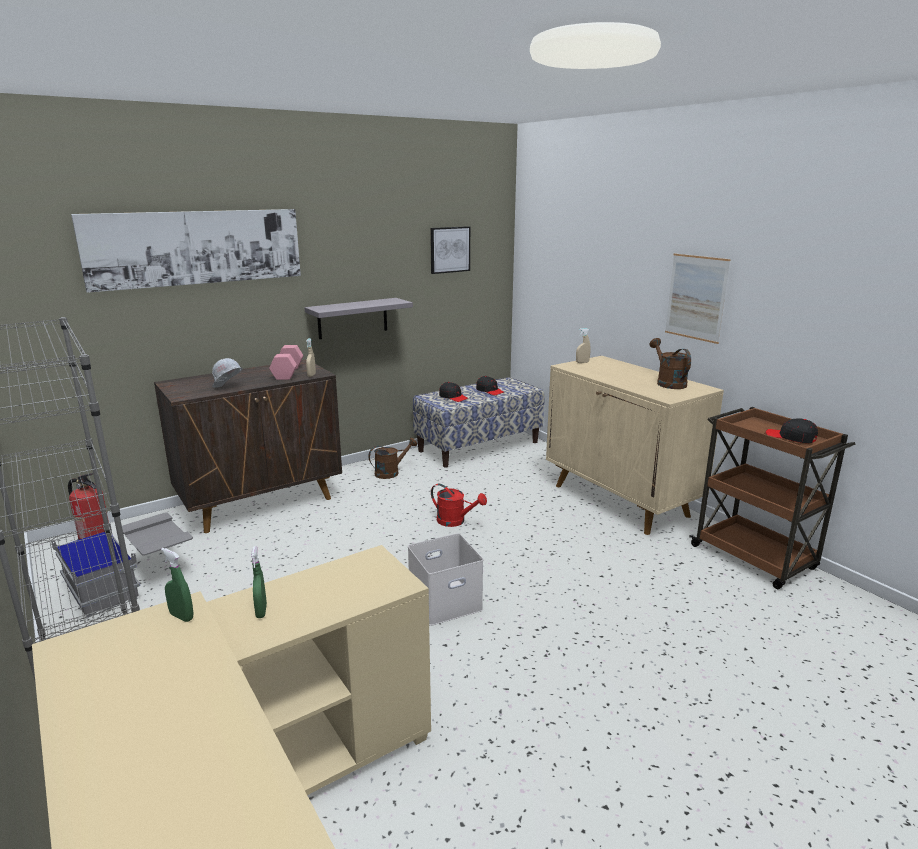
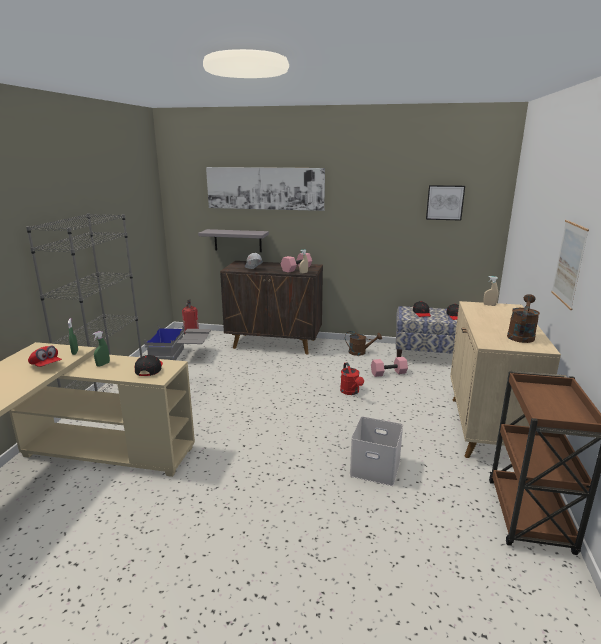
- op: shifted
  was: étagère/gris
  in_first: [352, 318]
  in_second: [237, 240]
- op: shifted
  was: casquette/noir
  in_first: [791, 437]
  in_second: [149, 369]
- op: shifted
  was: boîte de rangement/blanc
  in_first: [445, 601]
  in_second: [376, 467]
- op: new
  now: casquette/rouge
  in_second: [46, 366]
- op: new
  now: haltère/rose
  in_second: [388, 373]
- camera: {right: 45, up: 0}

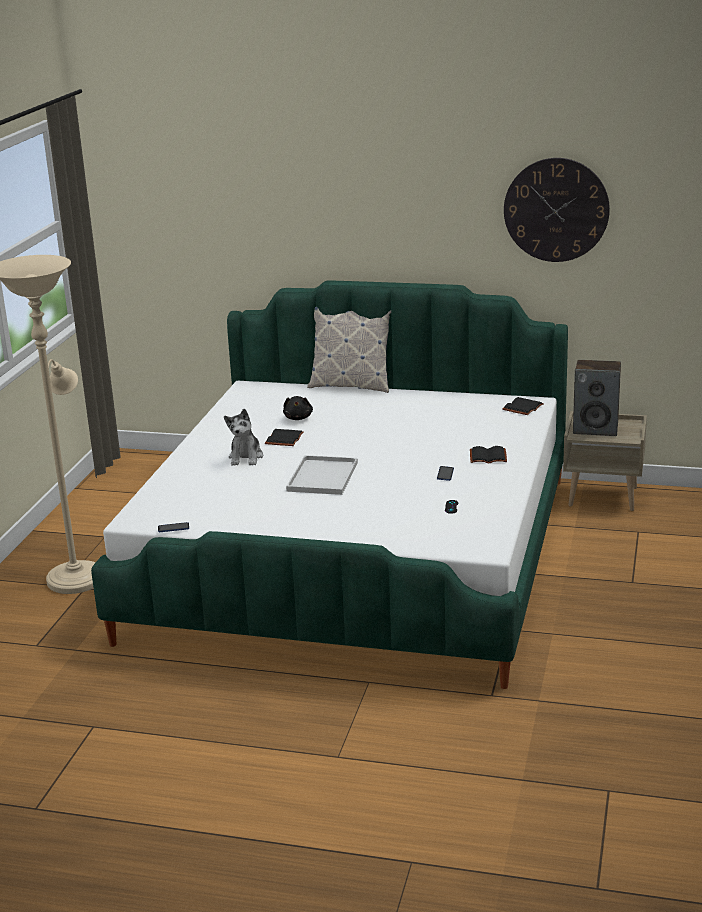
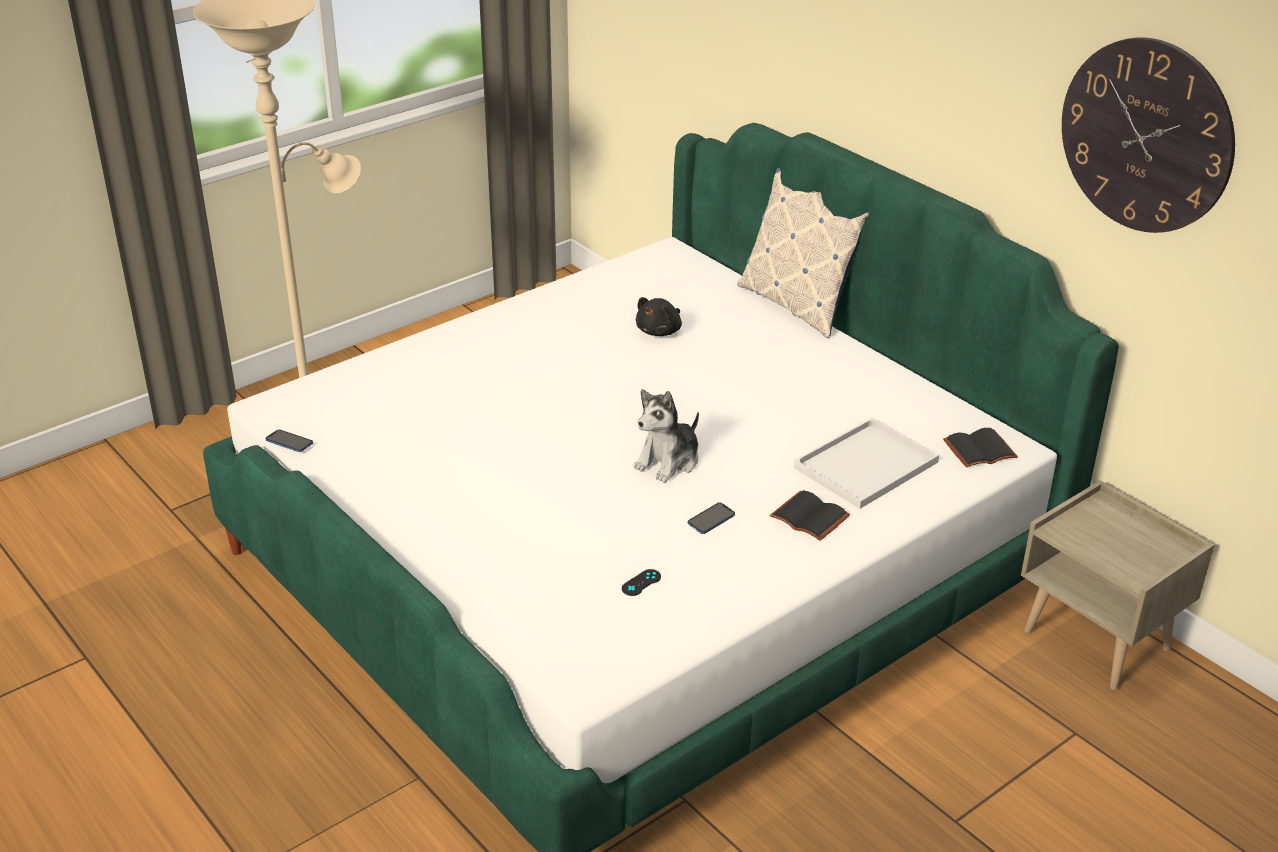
- op: gone
  was: enceinte
  in_first: [596, 428]
- op: shifted
  was: peluche
  in_first: [246, 457]
  in_second: [668, 461]
- op: gone
  was: livre/noir
  in_first: [283, 438]
- op: shifted
  was: plateau/blanc
  in_first: [323, 477]
  in_second: [865, 466]
- camera: {right: 35, up: 10}

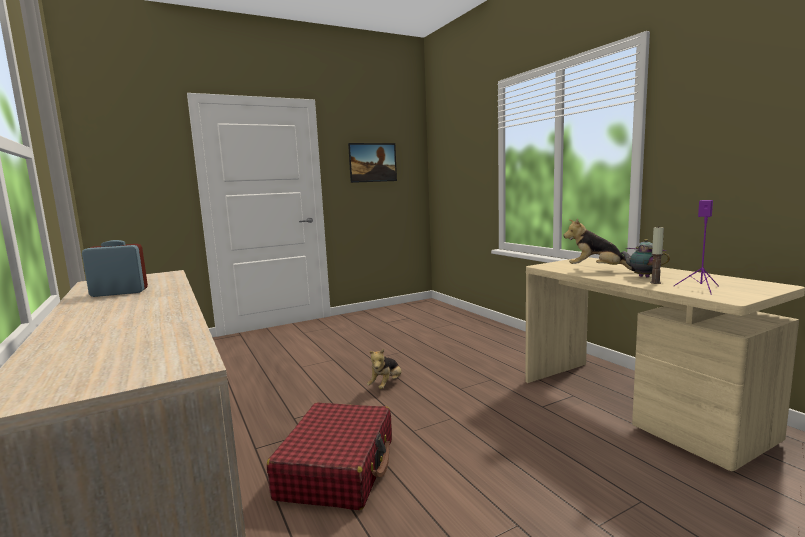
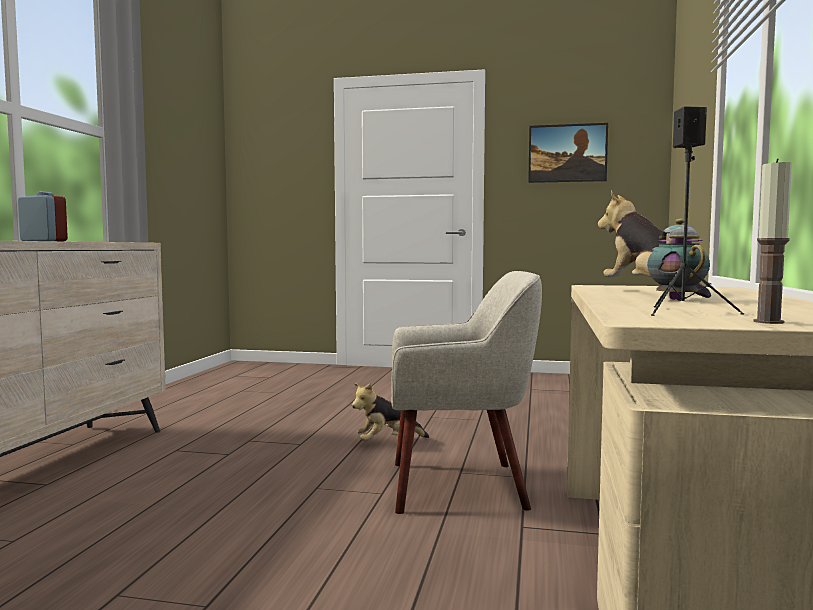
- op: repainted
  was: enceinte/violet
  now: enceinte/noir
  in_first: [701, 288]
  in_second: [683, 312]
- op: shifted
  was: bougie
  in_first: [655, 282]
  in_second: [768, 322]
- op: gone
  was: valise/rouge
  in_first: [338, 468]
- op: new
  now: fauteuil/beige
  in_second: [459, 486]
- camera: {right: 40, up: -5}

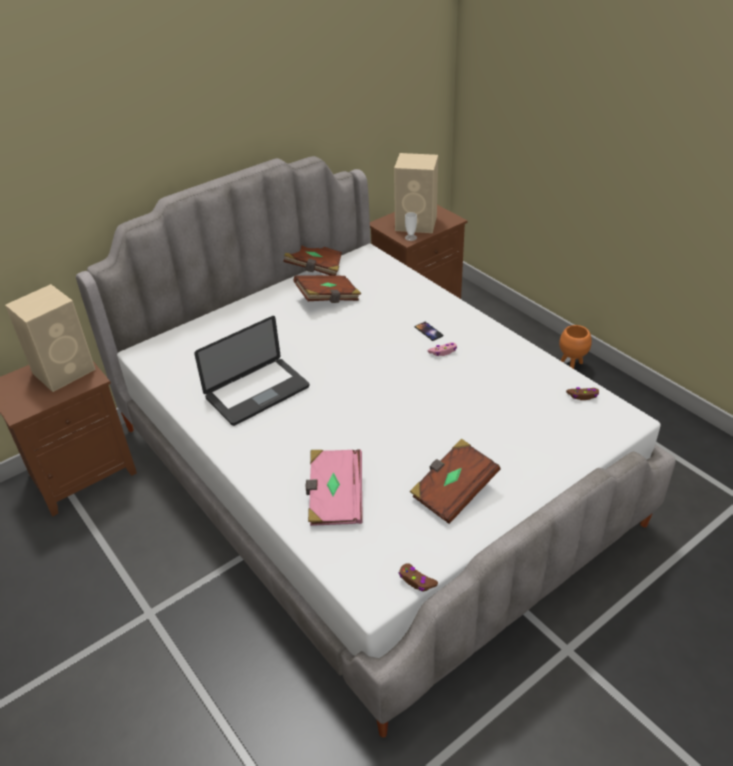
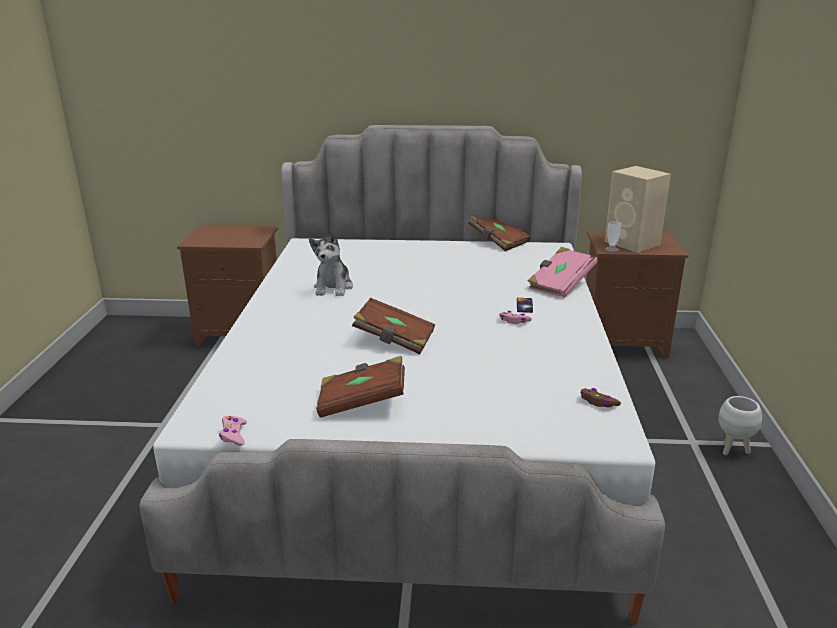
- op: shifted
  was: livre/marron
  in_first: [328, 299]
  in_second: [394, 340]
- op: gone
  was: enceinte/beige
  in_first: [65, 370]
- op: swapped
  was: ordinateur portable
  now: peluche
  in_first: [257, 392]
  in_second: [333, 287]
- op: repainted
  was: cache-pot/orange
  now: cache-pot/blanc
  in_first: [571, 365]
  in_second: [732, 449]
- op: shifted
  was: livre/rose
  in_first: [335, 498]
  in_second: [560, 284]
- op: repainted
  was: manette/marron
  now: manette/rose
  in_first: [416, 581]
  in_second: [233, 435]
- camera: {right: 40, up: -15}

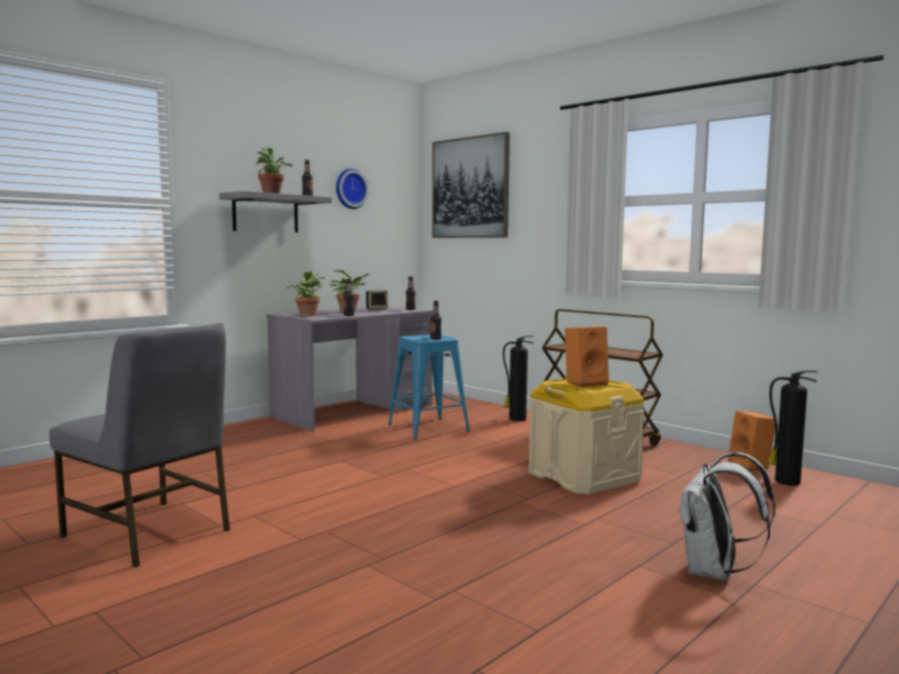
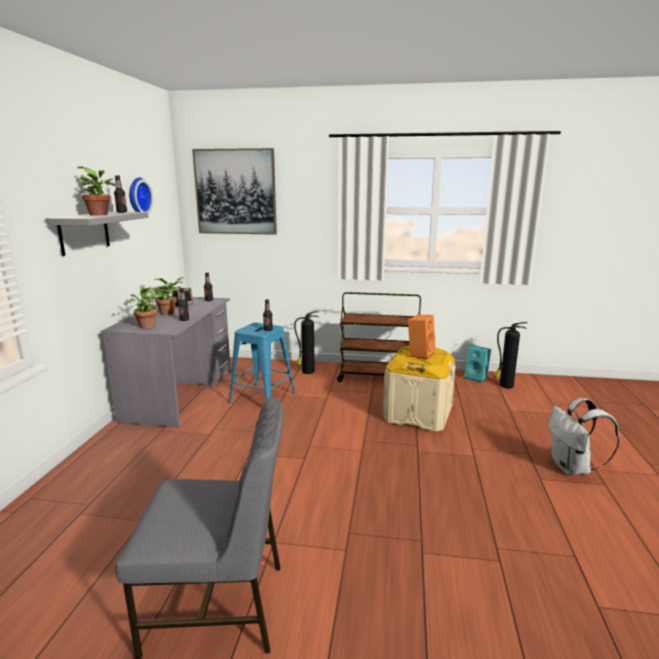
- op: repainted
  was: enceinte/orange
  now: enceinte/turquoise
  in_first: [751, 466]
  in_second: [476, 378]
- camera: {right: -35, up: 10}

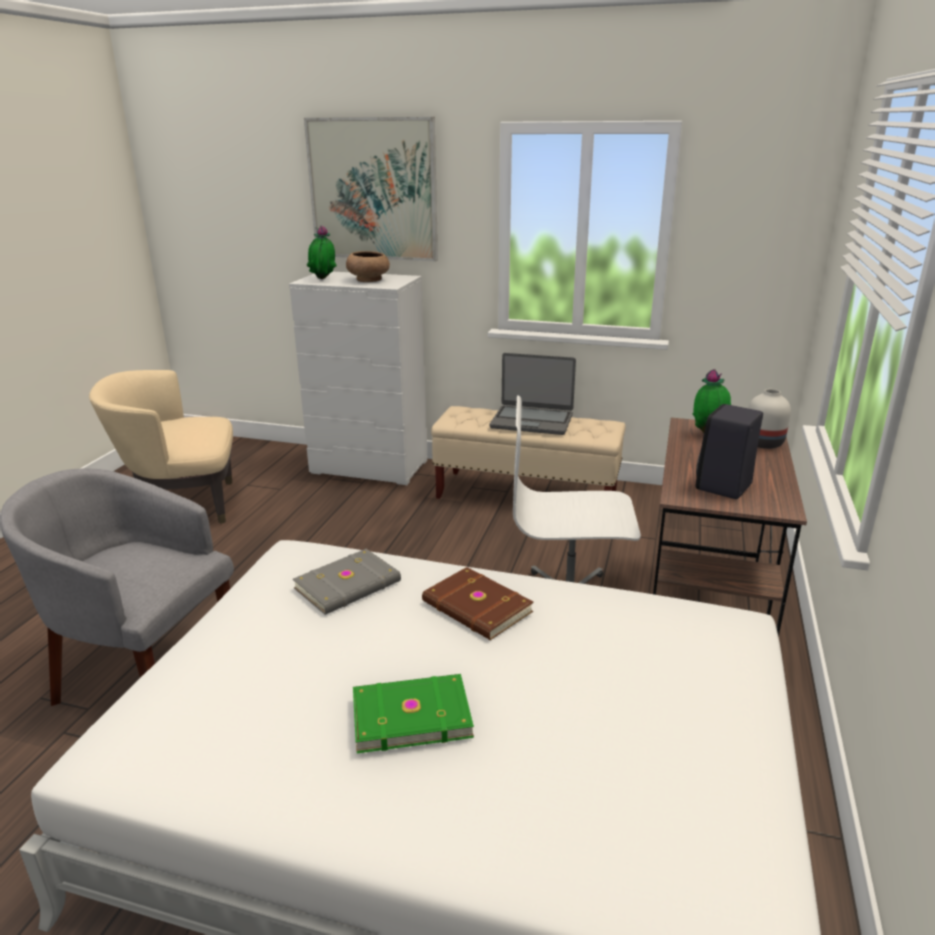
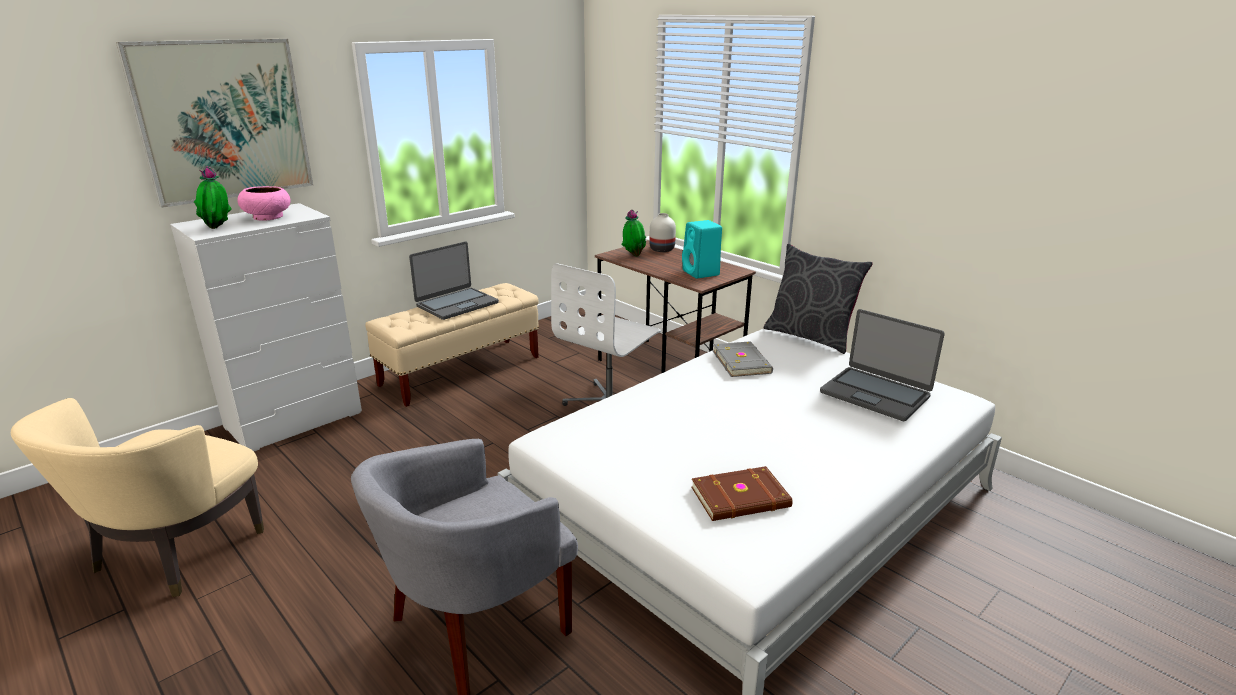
- op: repainted
  was: bol/marron
  now: bol/rose
  in_first: [369, 280]
  in_second: [268, 217]
- op: repainted
  was: enceinte/noir
  now: enceinte/turquoise
  in_first: [723, 487]
  in_second: [701, 273]
- op: shifted
  was: livre/gris
  in_first: [349, 585]
  in_second: [742, 361]
- op: shifted
  was: livre/marron
  in_first: [476, 608]
  in_second: [741, 498]
- op: gone
  was: livre/vert
  in_first: [410, 715]
- op: new
  now: coussin/gris
  in_second: [810, 336]
- op: new
  now: ordinateur portable
  in_second: [875, 394]
- camera: {right: -60, up: 0}

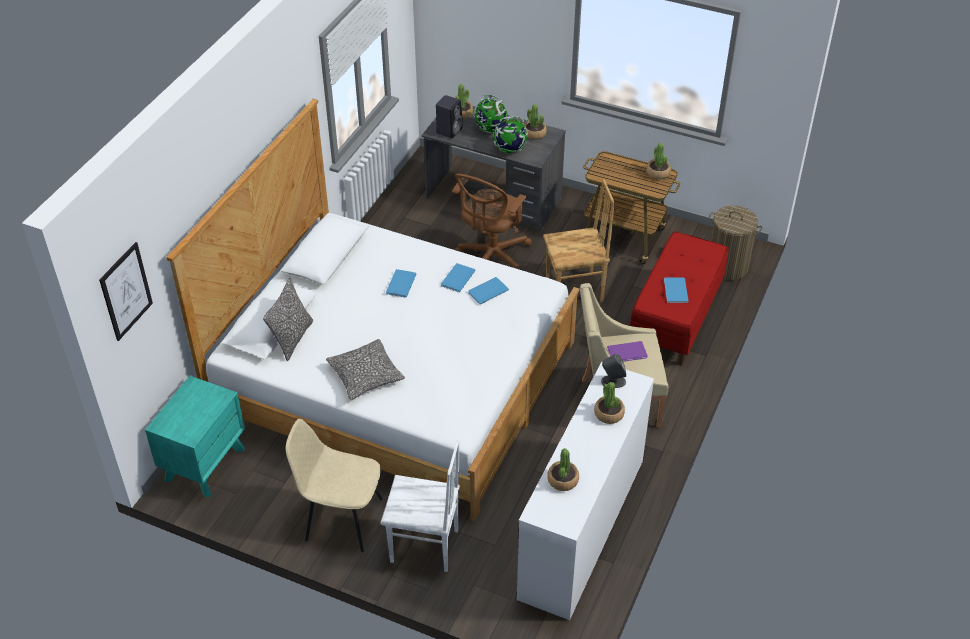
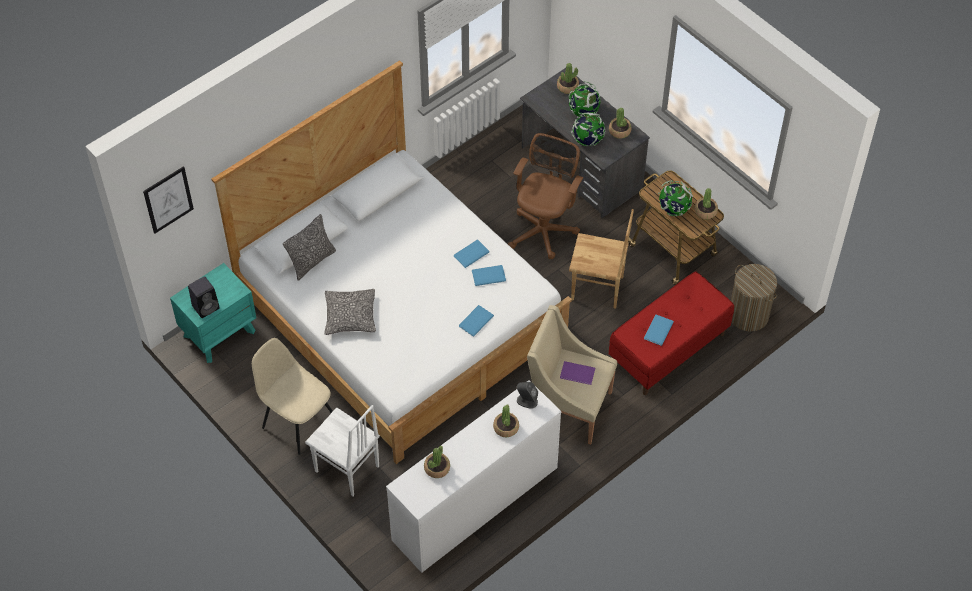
- op: shifted
  was: enceinte/noir
  in_first: [449, 130]
  in_second: [206, 306]
- op: rotated
  was: chaise de bureau/marron
  in_first: [491, 258]
  in_second: [544, 229]
  clockwise: 150
- op: shifted
  was: livre/bleu
  in_first: [400, 284]
  in_second: [474, 321]
- op: new
  now: globe
  in_second: [673, 209]
- camera: {right: 25, up: 10}

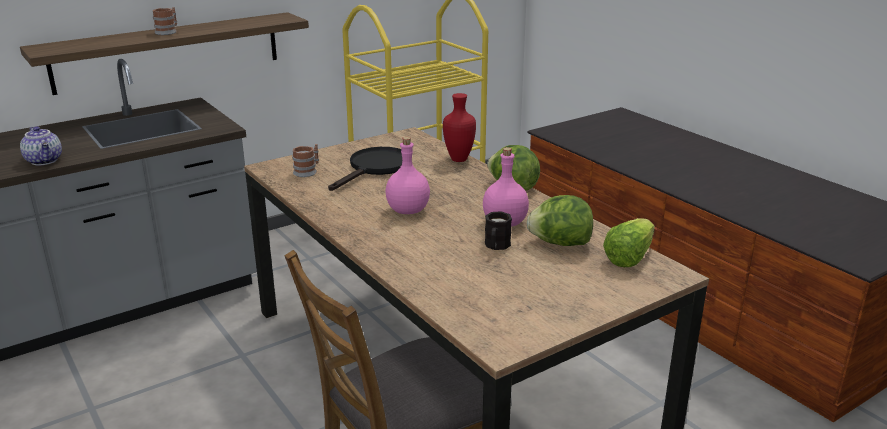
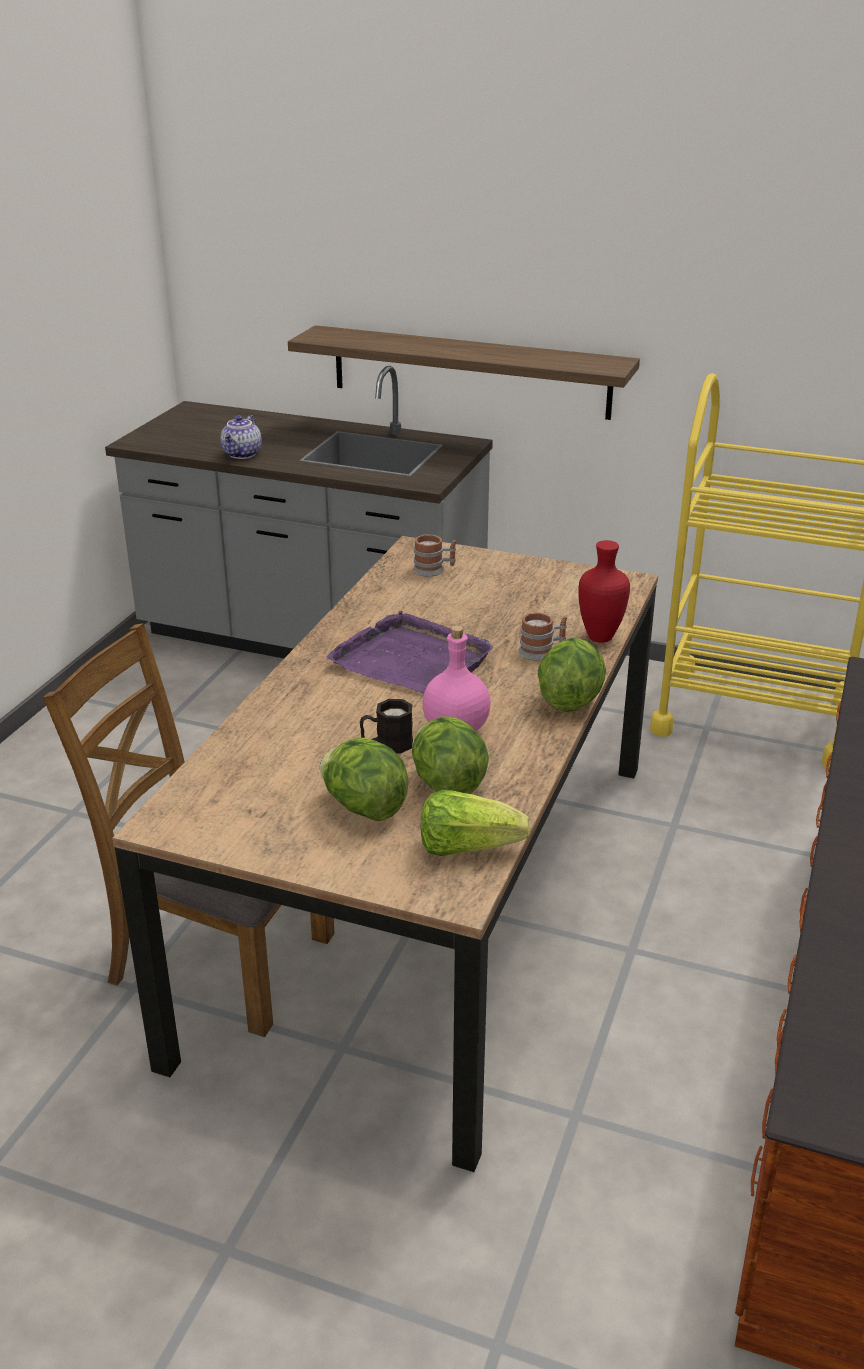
- op: shifted
  was: mug
  in_first: [168, 31]
  in_second: [542, 651]
- op: swapped
  was: bouteille/rose
  now: plateau/violet
  in_first: [408, 210]
  in_second: [412, 660]
- op: gone
  was: poêle/noir
  in_first: [375, 168]
- op: new
  now: laitue
  in_second: [363, 807]
- camera: {right: 55, up: 5}

